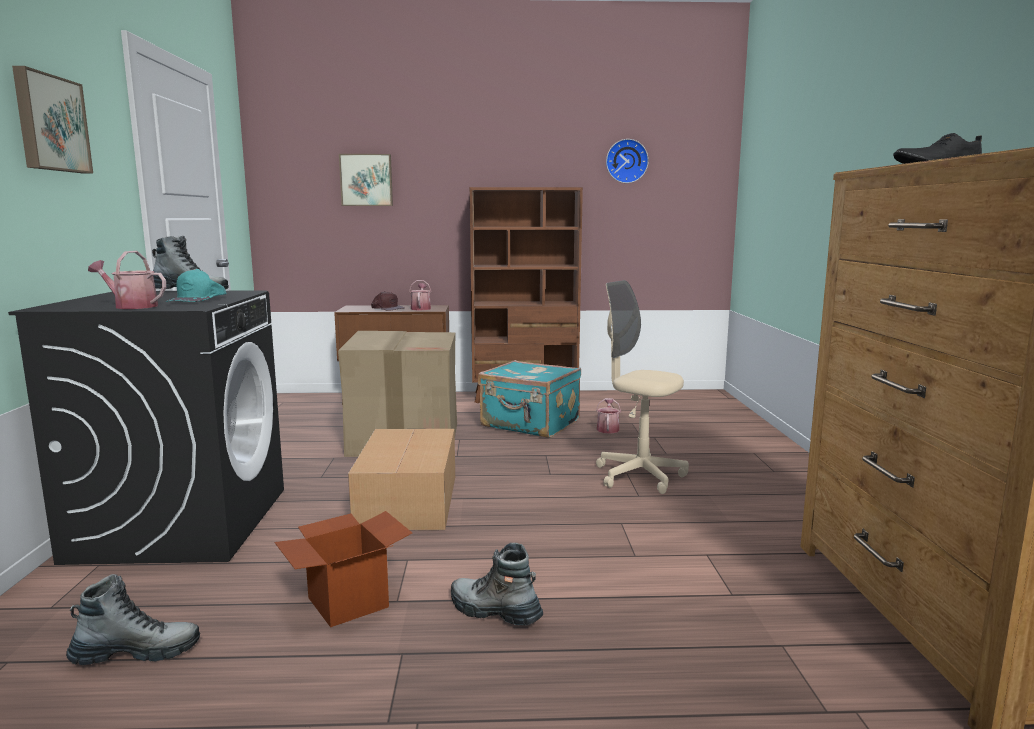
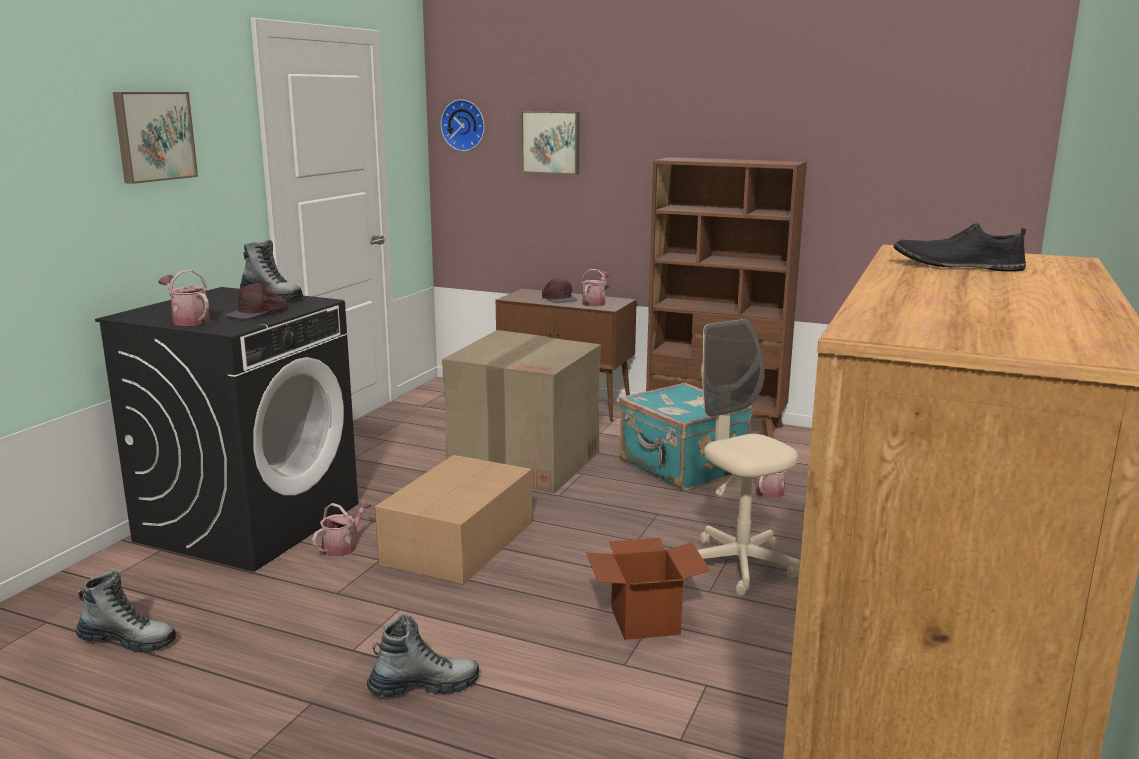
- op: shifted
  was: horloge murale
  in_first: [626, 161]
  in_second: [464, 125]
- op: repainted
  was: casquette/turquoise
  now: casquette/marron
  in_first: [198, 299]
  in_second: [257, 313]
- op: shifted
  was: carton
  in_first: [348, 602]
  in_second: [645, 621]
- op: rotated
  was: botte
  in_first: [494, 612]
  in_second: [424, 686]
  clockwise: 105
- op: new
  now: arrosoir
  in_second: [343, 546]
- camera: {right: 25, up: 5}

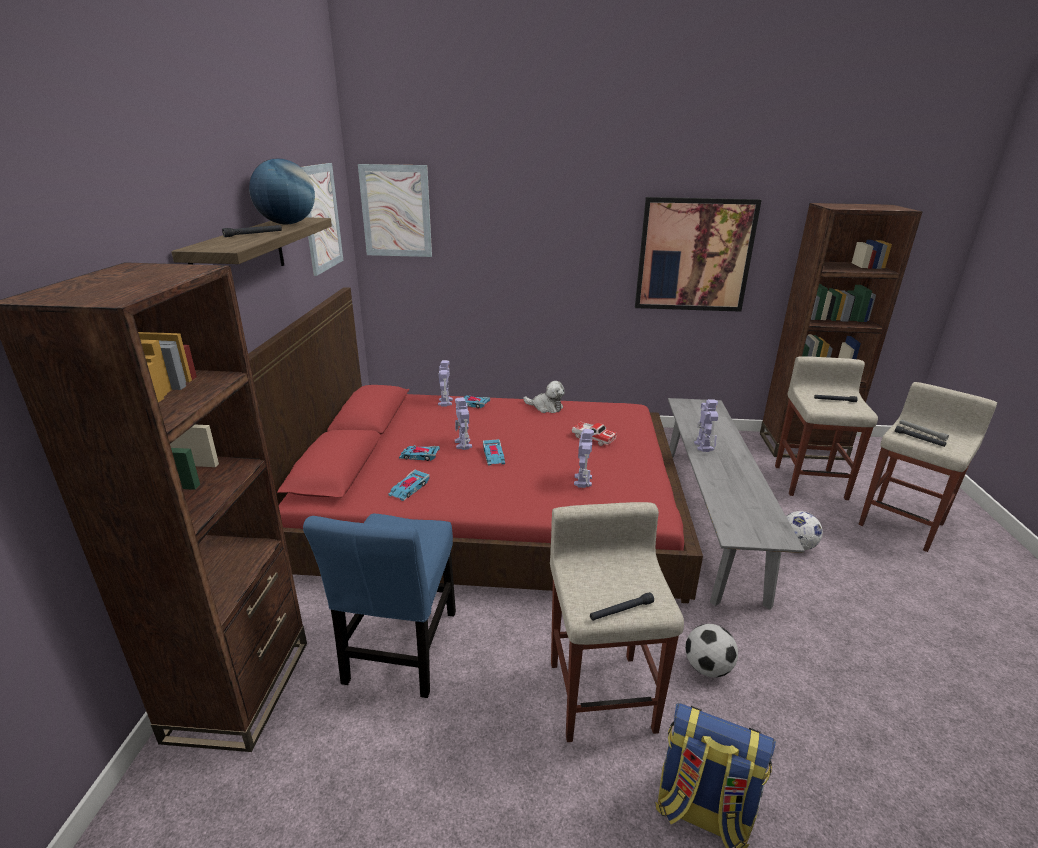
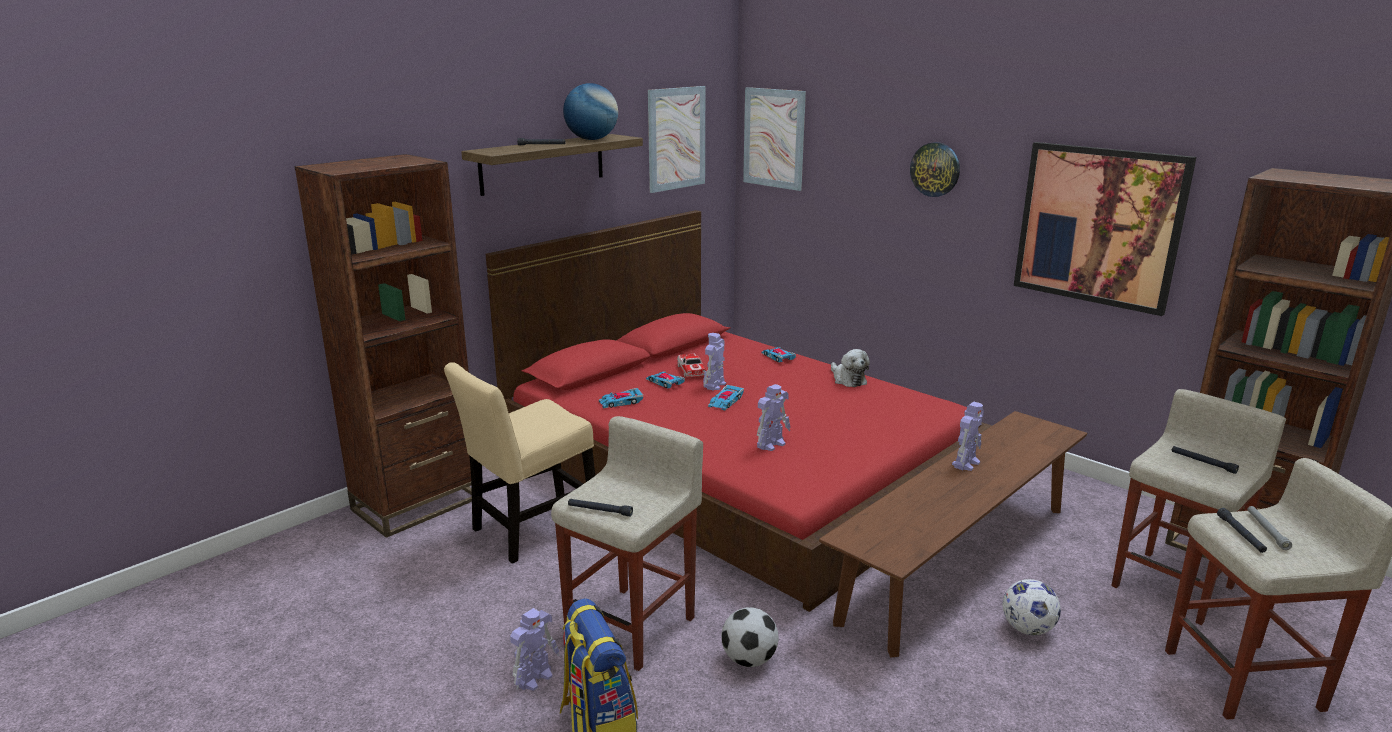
- op: shifted
  was: robot jouet
  in_first: [445, 402]
  in_second: [535, 677]
- op: repainted
  was: banc/gris
  now: banc/marron
  in_first: [710, 517]
  in_second: [957, 561]
- op: shifted
  was: petite voiture
  in_first: [593, 438]
  in_second: [691, 370]
- op: repainted
  was: chaise/bleu
  now: chaise/beige
  in_first: [401, 652]
  in_second: [531, 530]
- op: new
  now: horloge murale
  in_second: [935, 169]
- camera: {right: 40, up: -5}

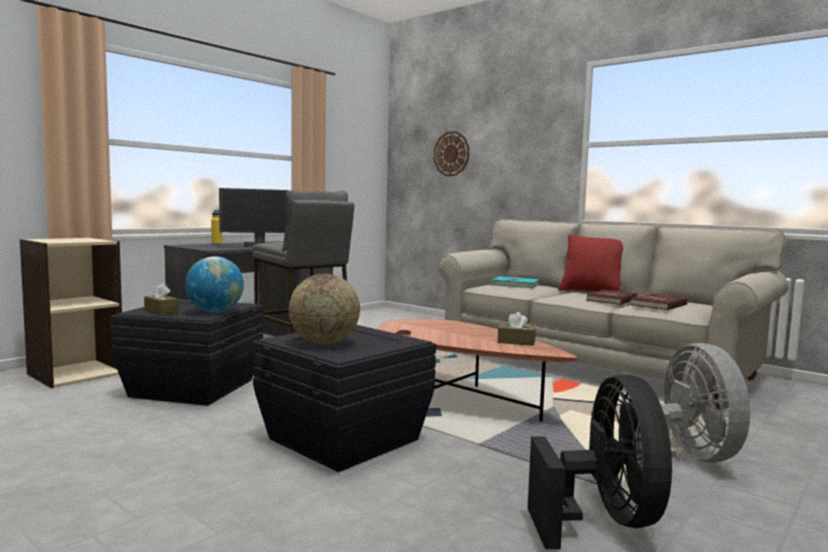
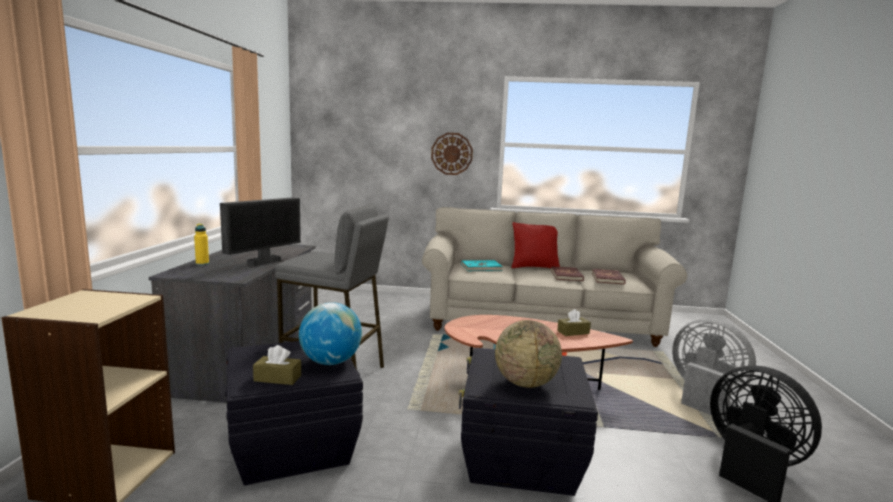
- op: shifted
  was: horloge murale
  in_first: [451, 154]
  in_second: [452, 153]
- camera: {right: -35, up: 5}

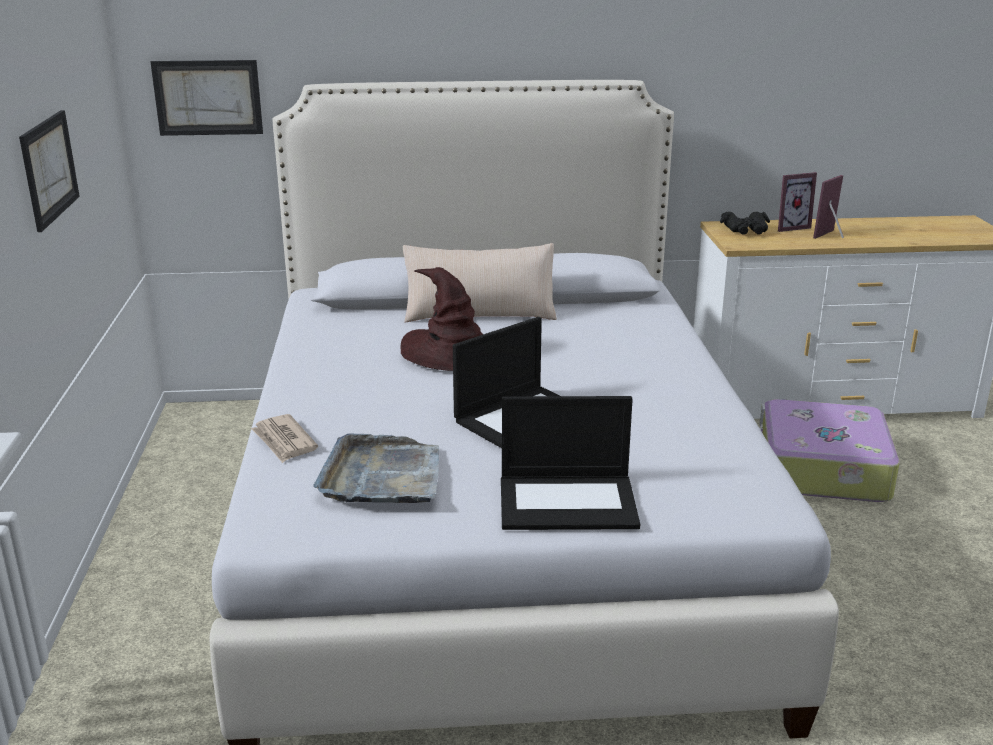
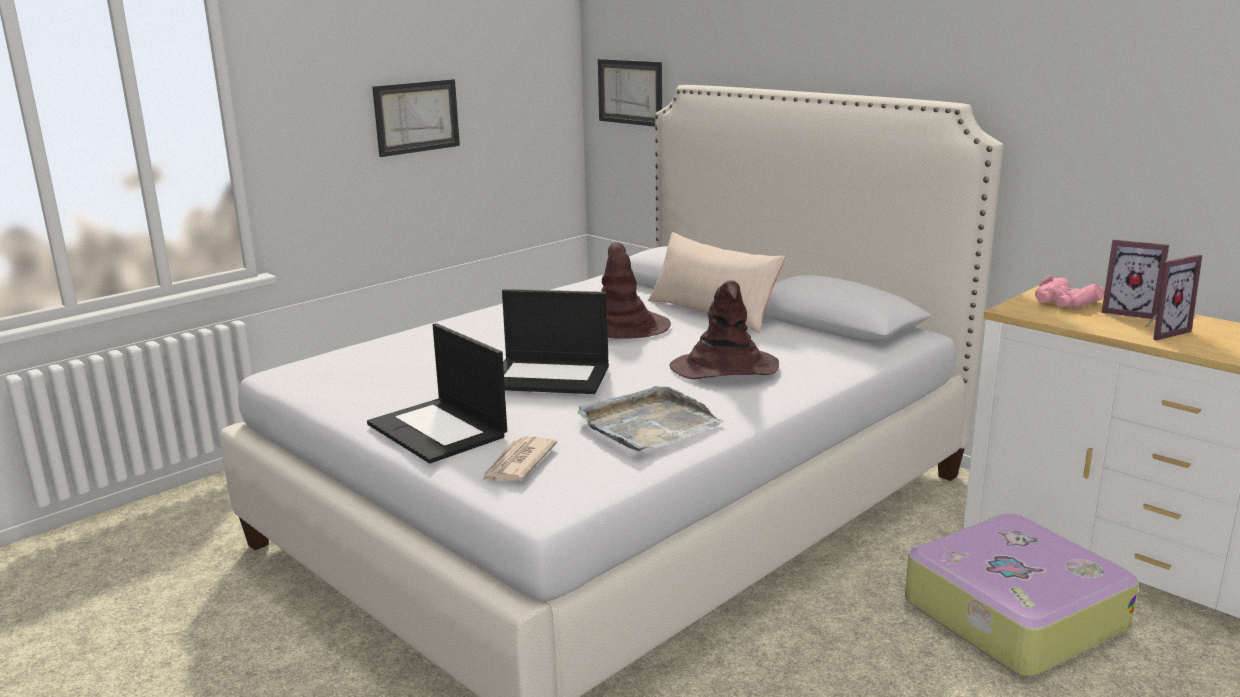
- op: rotated
  was: cadre photo
  in_first: [832, 236]
  in_second: [1160, 332]
  clockwise: 150
- op: repainted
  was: jumelles/noir
  now: jumelles/rose
  in_first: [746, 230]
  in_second: [1064, 302]
- op: shifted
  was: journal
  in_first: [284, 441]
  in_second: [518, 463]
- op: shifted
  was: plateau/gris
  in_first: [382, 476]
  in_second: [648, 425]
- op: new
  now: chapeau/marron
  in_second: [725, 368]
- camera: {right: 50, up: -5}

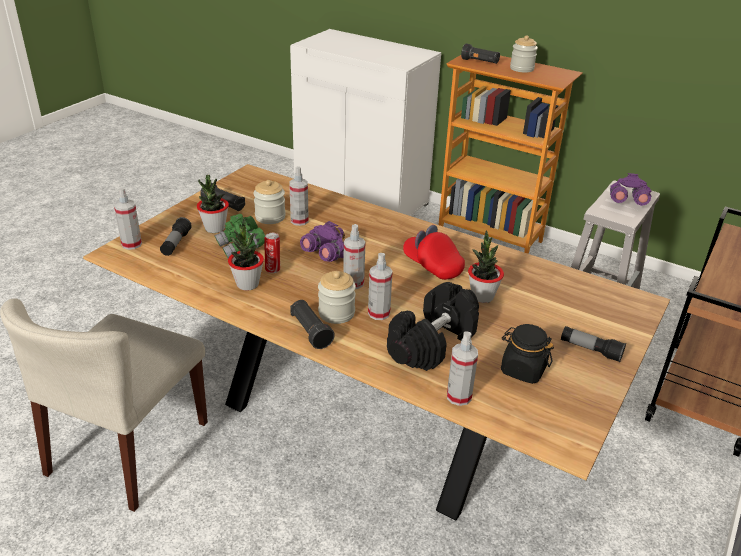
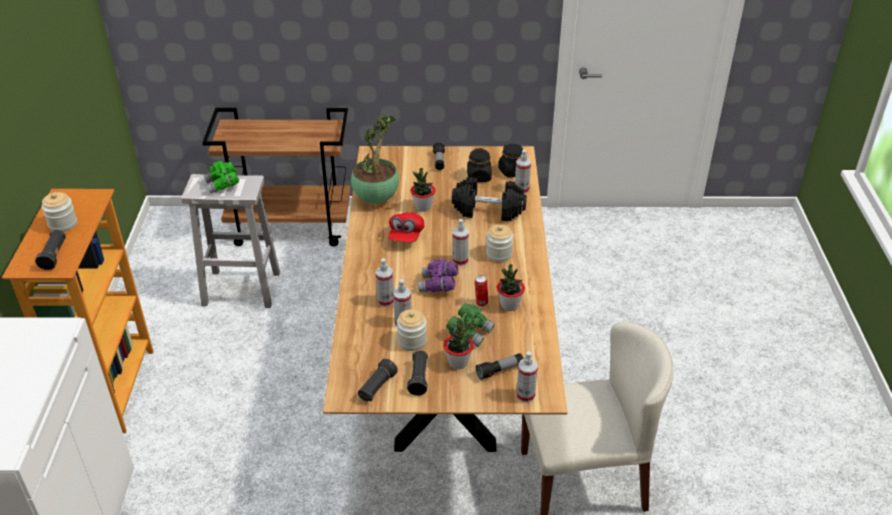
- op: repainted
  was: jumelles/violet
  now: jumelles/vert
  in_first: [626, 203]
  in_second: [223, 185]
- op: shifted
  was: vaporisateur
  in_first: [379, 313]
  in_second: [385, 301]
- op: shifted
  was: lampe de poche/noir
  in_first: [310, 332]
  in_second: [377, 387]
- op: new
  now: plante en pot
  in_second: [376, 198]
- op: new
  now: bocal/noir
  in_second: [512, 171]
- camera: {right: -120, up: 5}

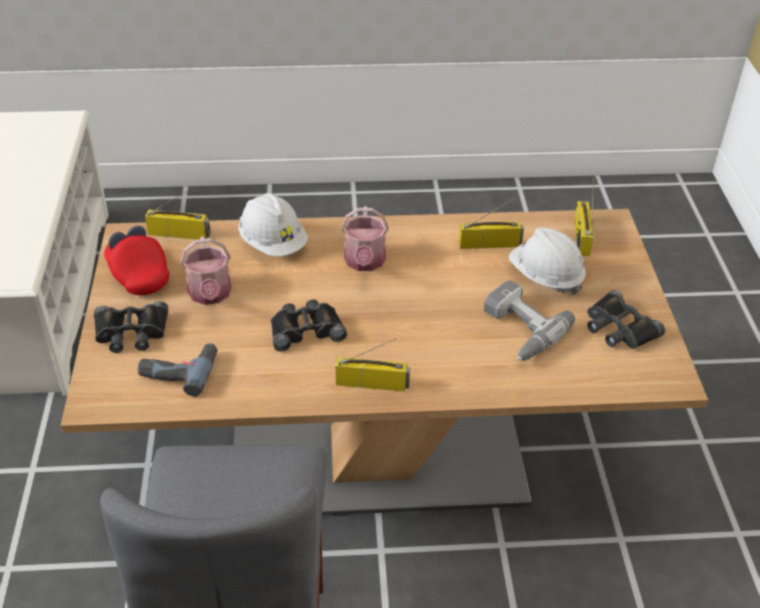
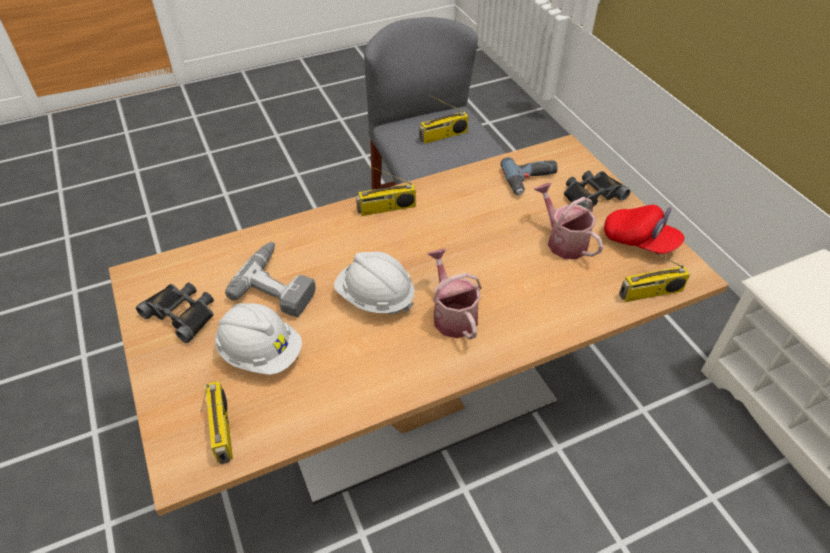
- op: shifted
  was: casque de chantier/blanc
  in_first: [273, 244]
  in_second: [375, 298]
- op: shifted
  was: radio
  in_first: [490, 243]
  in_second: [443, 136]
- op: gone
  was: jumelles/noir
  in_first: [306, 329]
- camera: {right: 160, up: 5}

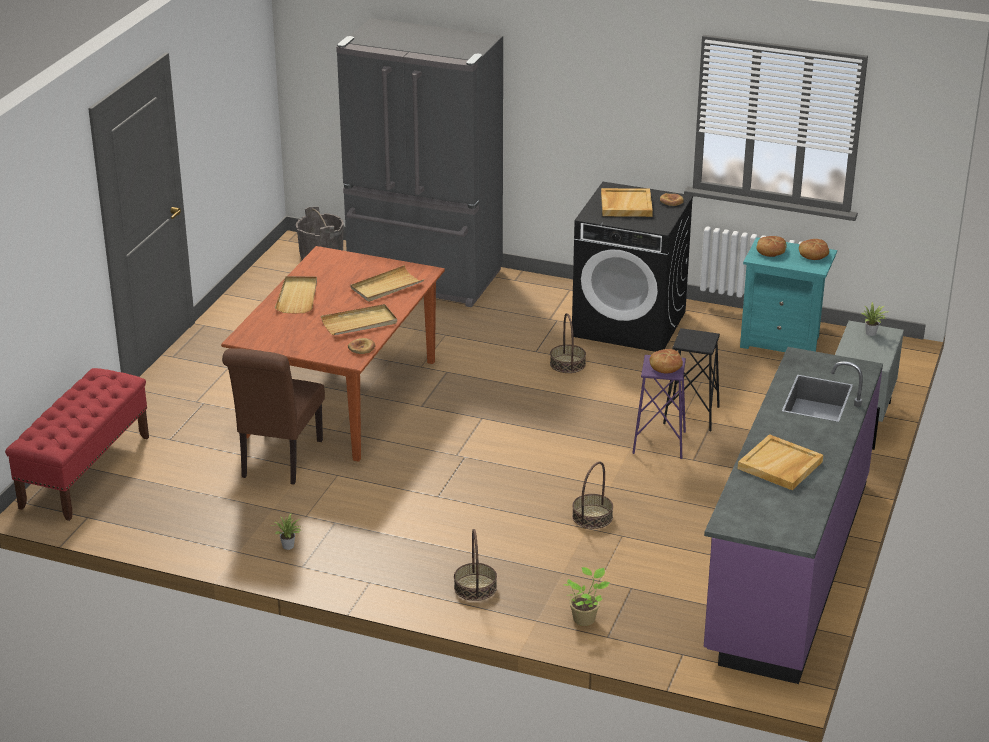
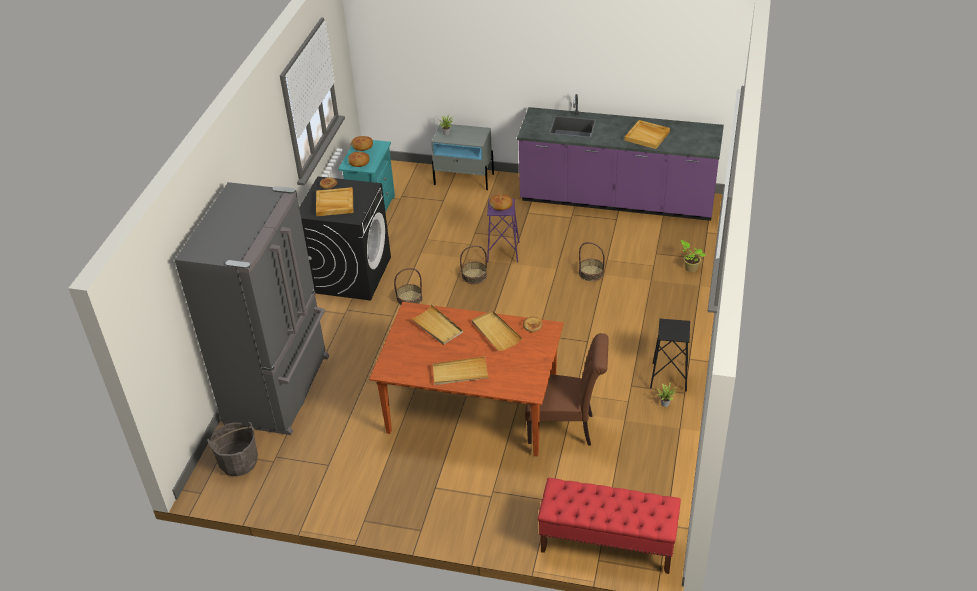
- op: shifted
  was: tabouret/noir
  in_first: [691, 415]
  in_second: [669, 377]
- op: shifted
  was: panier
  in_first: [475, 587]
  in_second: [474, 276]
- camera: {right: -95, up: 10}

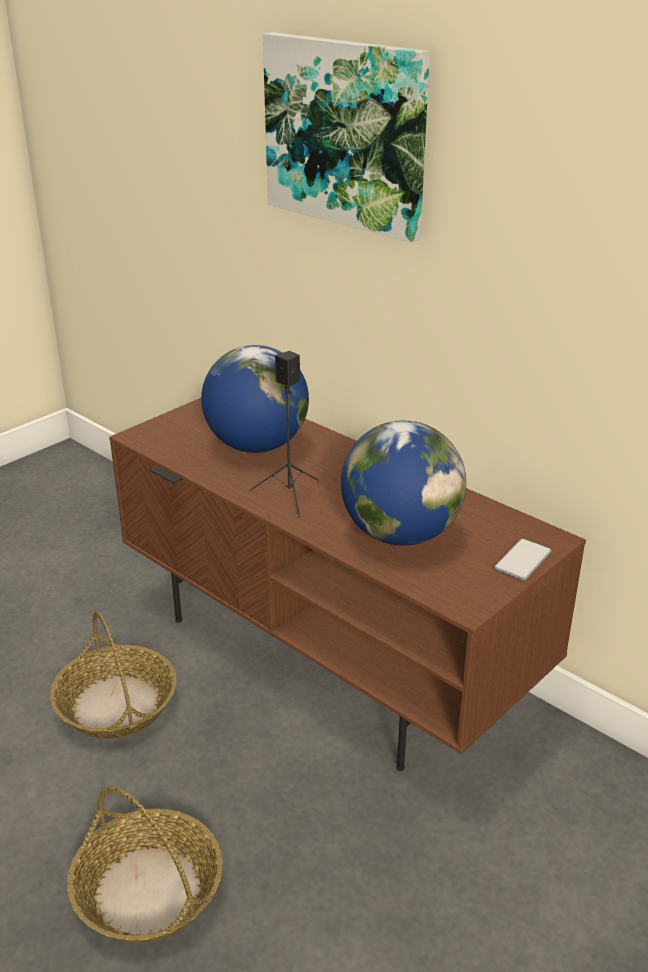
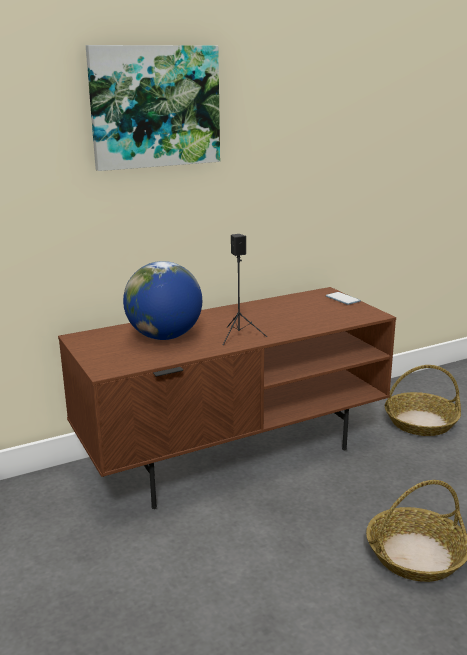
- op: gone
  was: globe
  in_first: [400, 534]
- op: shifted
  was: panier
  in_first: [117, 705]
  in_second: [421, 422]
- camera: {right: -70, up: -10}

